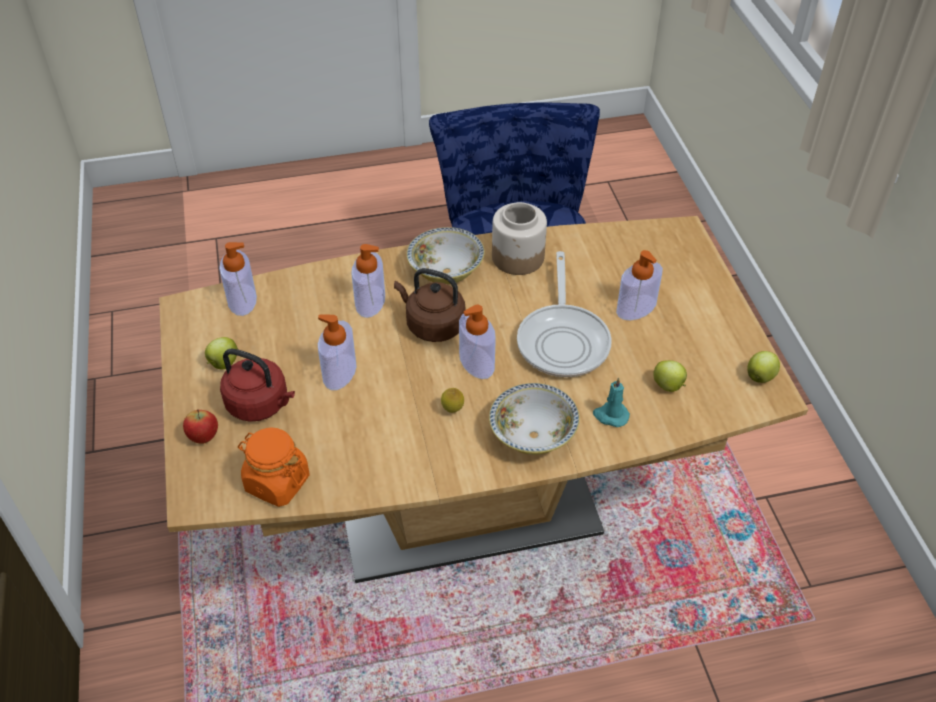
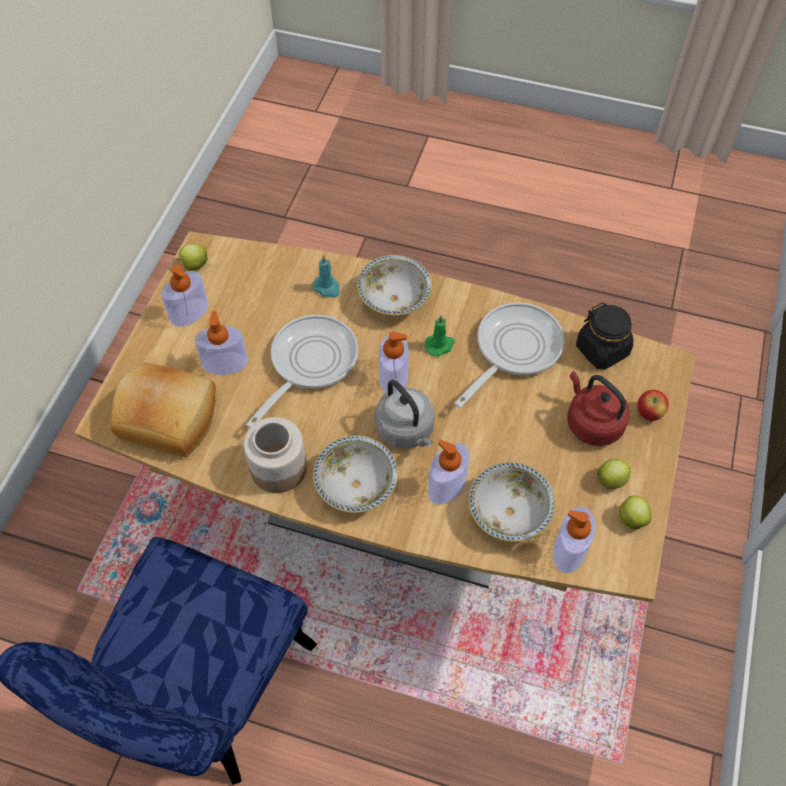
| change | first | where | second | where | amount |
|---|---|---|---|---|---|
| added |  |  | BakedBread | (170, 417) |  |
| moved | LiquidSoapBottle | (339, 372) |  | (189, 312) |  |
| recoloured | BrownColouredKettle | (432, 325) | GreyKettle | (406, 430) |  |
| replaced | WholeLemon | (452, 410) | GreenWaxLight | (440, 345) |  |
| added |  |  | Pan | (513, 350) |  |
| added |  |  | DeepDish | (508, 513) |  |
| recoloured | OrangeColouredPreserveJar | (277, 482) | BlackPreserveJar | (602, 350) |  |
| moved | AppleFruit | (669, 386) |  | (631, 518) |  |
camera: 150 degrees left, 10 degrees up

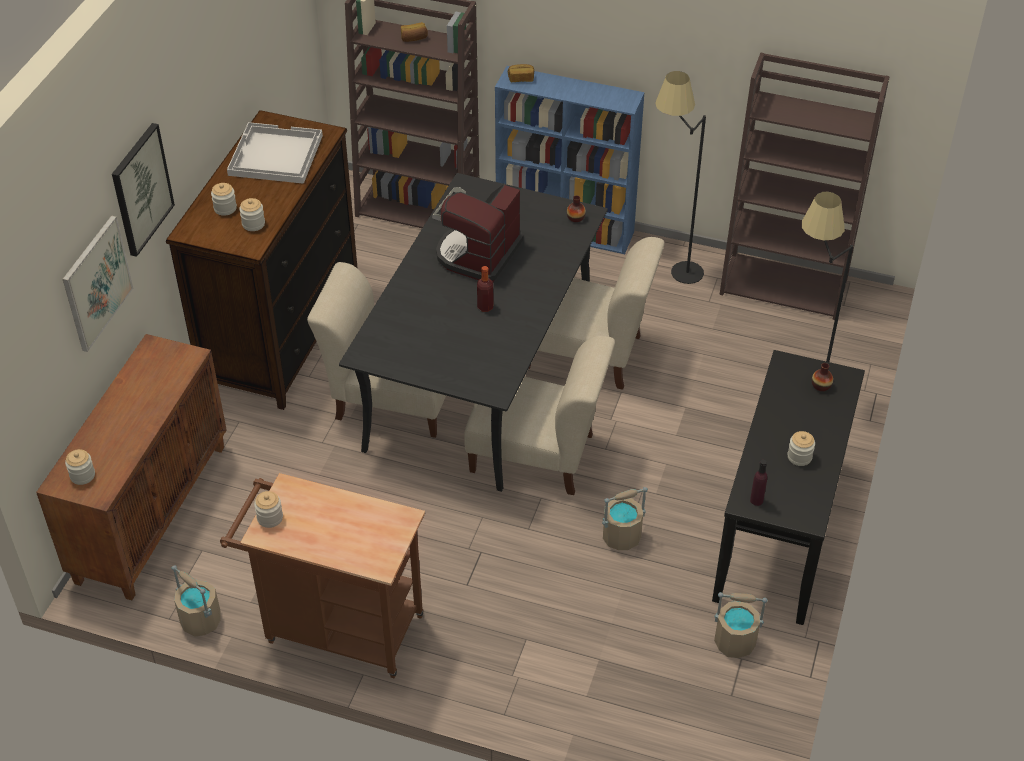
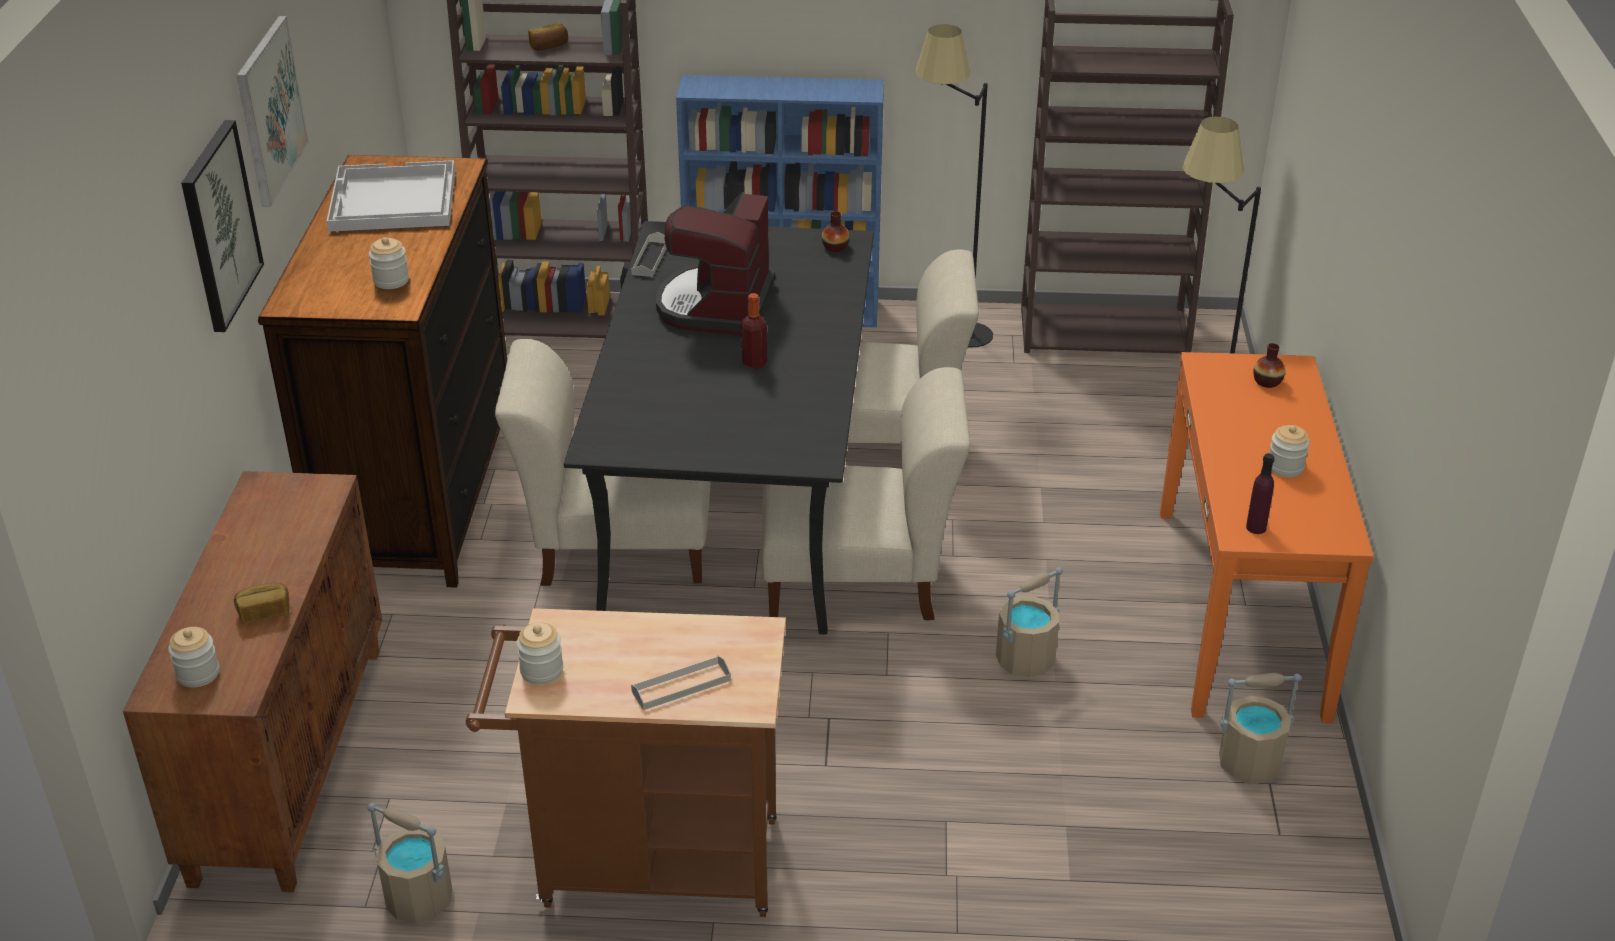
| change | first | where | second | where | amount |
|---|---|---|---|---|---|
| moved | BakedBread | (521, 78) |  | (264, 612) |  |
| moved | Picture | (96, 283) |  | (270, 110) |  |
| added |  |  | GreyTray | (681, 686) |  |
| recoloured | BlackHallTable | (780, 530) | OrangeColouredHallTable | (1242, 610) |  |
| removed | PreserveJar | (225, 208) |  |  |  |
camera: 15 degrees left, 10 degrees down

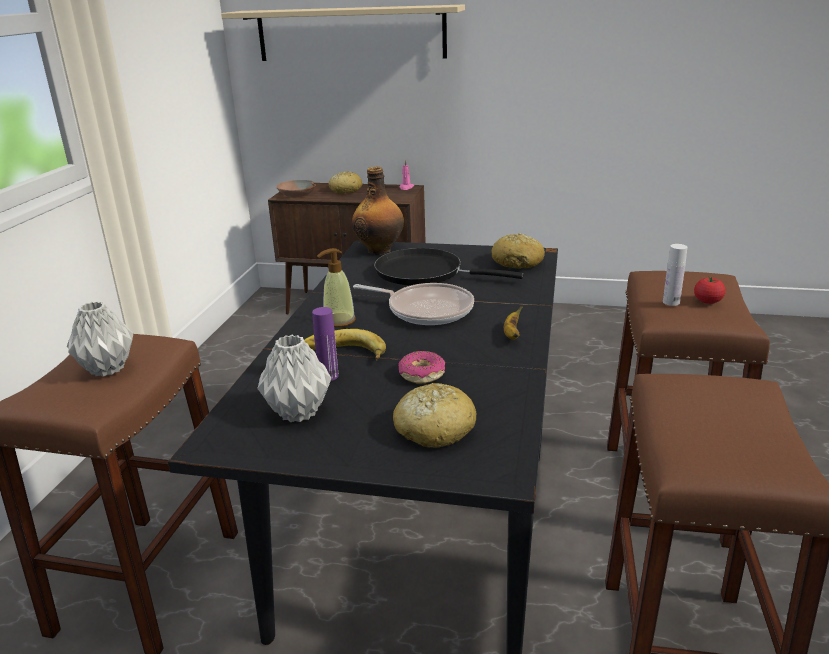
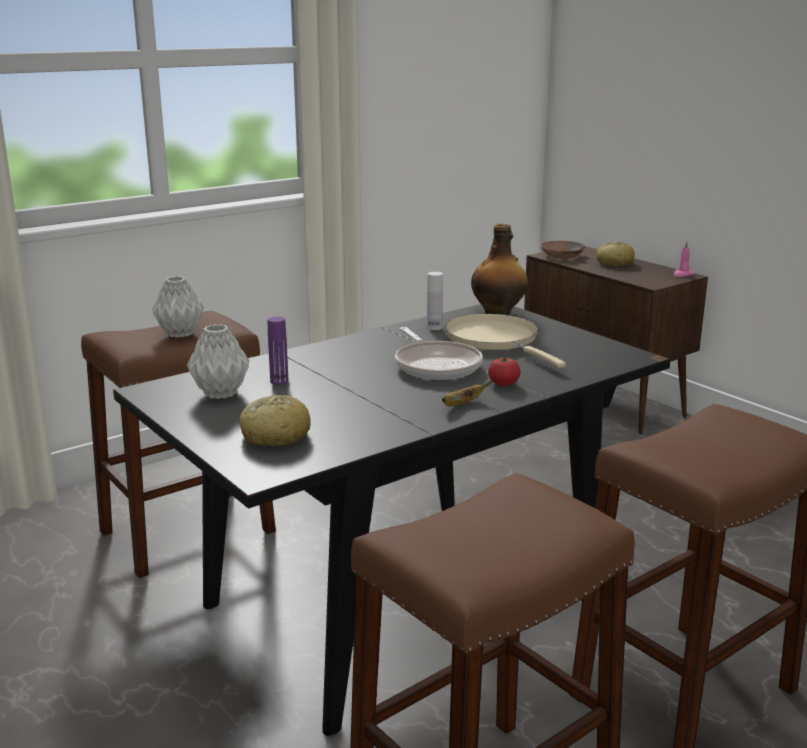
| change | first | where | second | where | amount |
|---|---|---|---|---|---|
| moved | WhiteBeverageBottle | (671, 302) |  | (434, 327) |  |
| recoloured | BlackPan | (425, 273) | SandColouredPan | (496, 340) |  |
| moved | Tomato | (707, 301) |  | (503, 384) |  |
| removed | SandColouredBracketShelf | (350, 34) |  |  |  |
| removed | WholeBanana | (344, 354) |  |  |  |
| removed | LiquidSoapBottle | (339, 321) |  |  |  |
| removed | RingDoughnut | (421, 374) |  |  |  |
| removed | BakedBread | (518, 262) |  |  |  |
camera: 40 degrees right, 5 degrees down

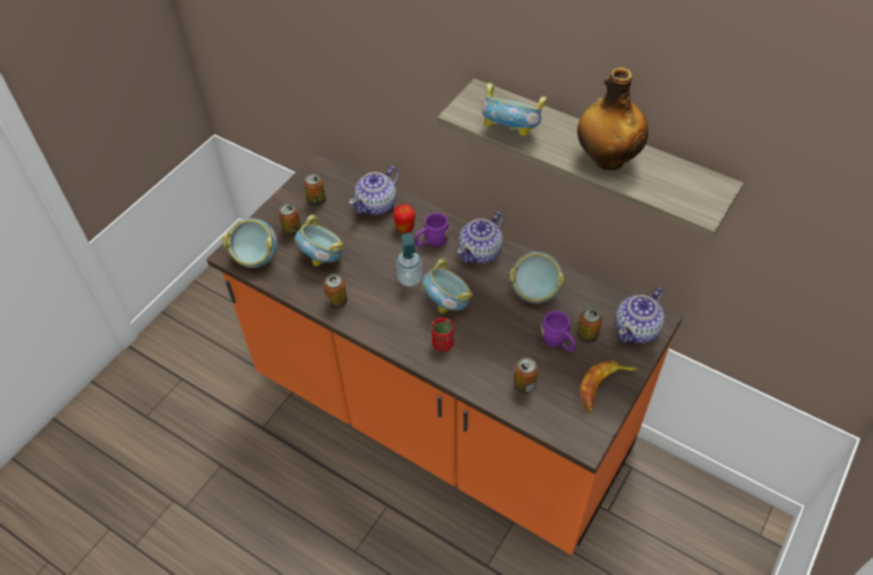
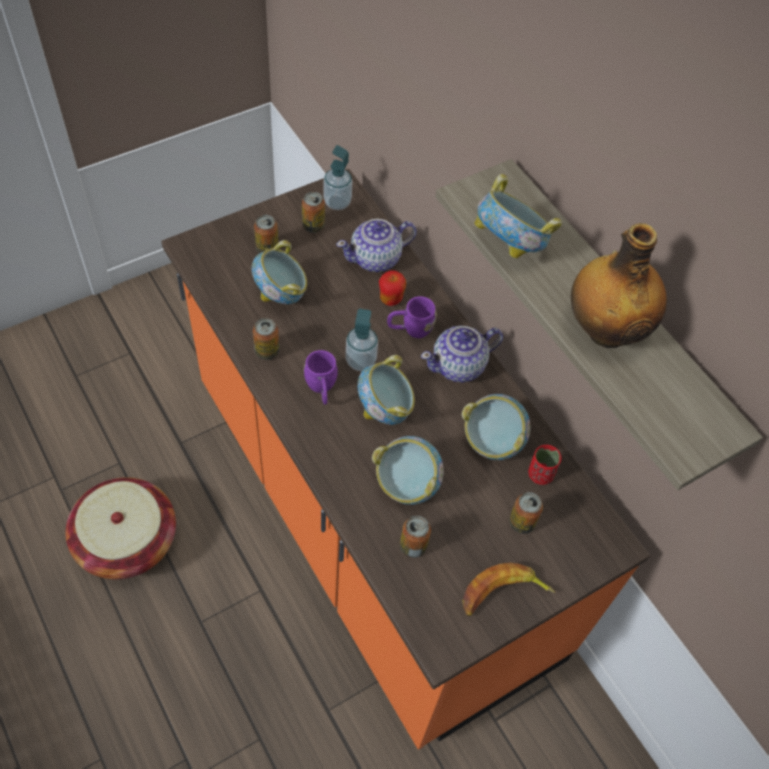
| change | first | where | second | where | amount |
|---|---|---|---|---|---|
| added |  |  | Basket | (126, 540) |  |
| moved | PurplishCoffeeMug | (558, 342) |  | (321, 389) |  |
| added |  |  | LiquidSoapBottle | (337, 202) |  |
| moved | DeepDish | (255, 258) |  | (406, 485) |  |
| moved | ReddishDrinkingCup | (443, 344) |  | (540, 474) |  |
| removed | TeaPot | (637, 329) |  |  |  |
camera: 20 degrees right, 5 degrees up

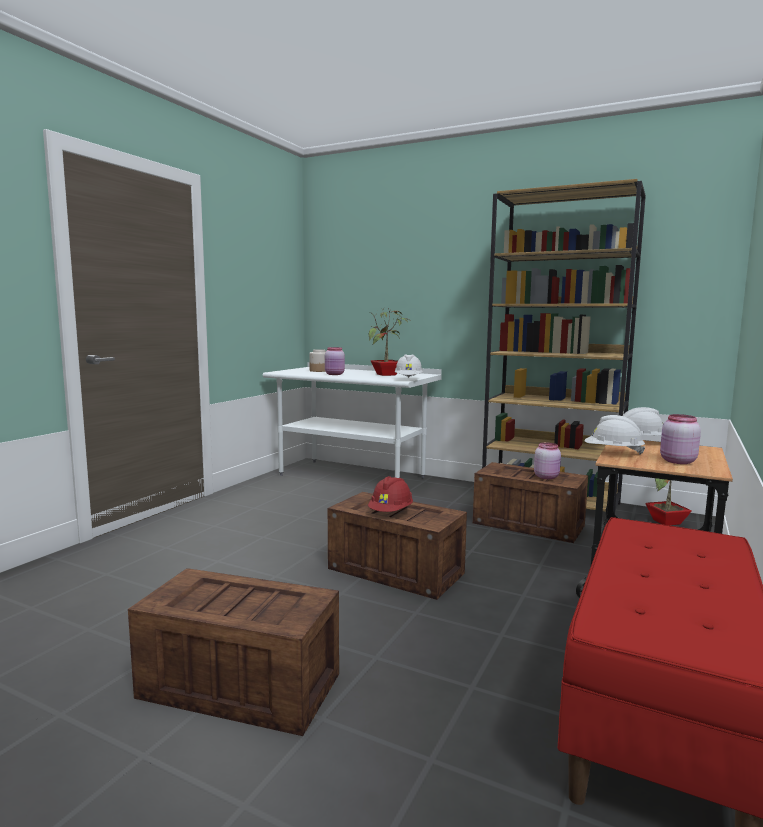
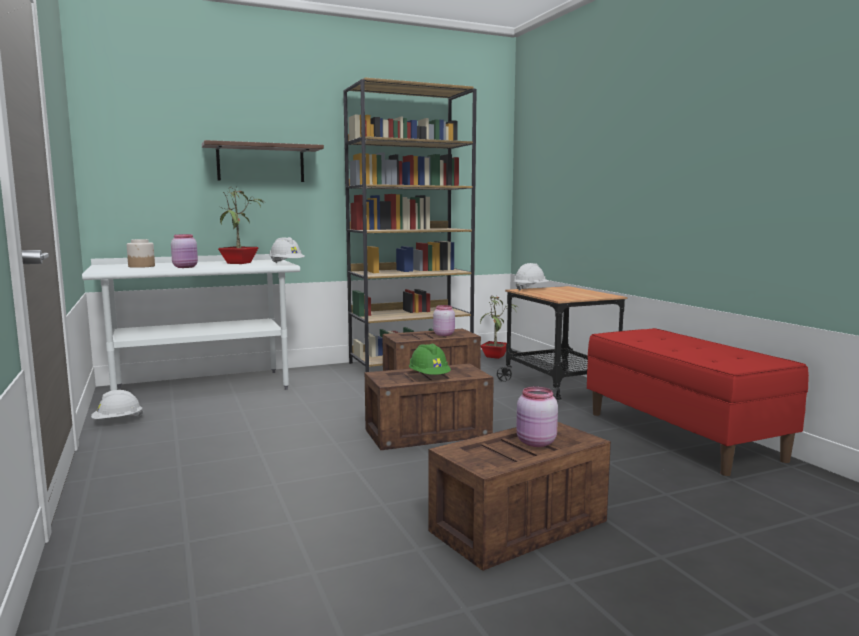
| change | first | where | second | where | amount |
|---|---|---|---|---|---|
| moved | WhiteHardHat | (613, 453) |  | (117, 421) |  |
| added |  |  | BracketShelf | (261, 163) |  |
| recoloured | ReddishHardHat | (391, 512) | GreenHardHat | (429, 377) |  |
| moved | PinkColouredPreserveJar | (676, 461) |  | (535, 443) |  |
camera: 50 degrees left, 0 degrees up

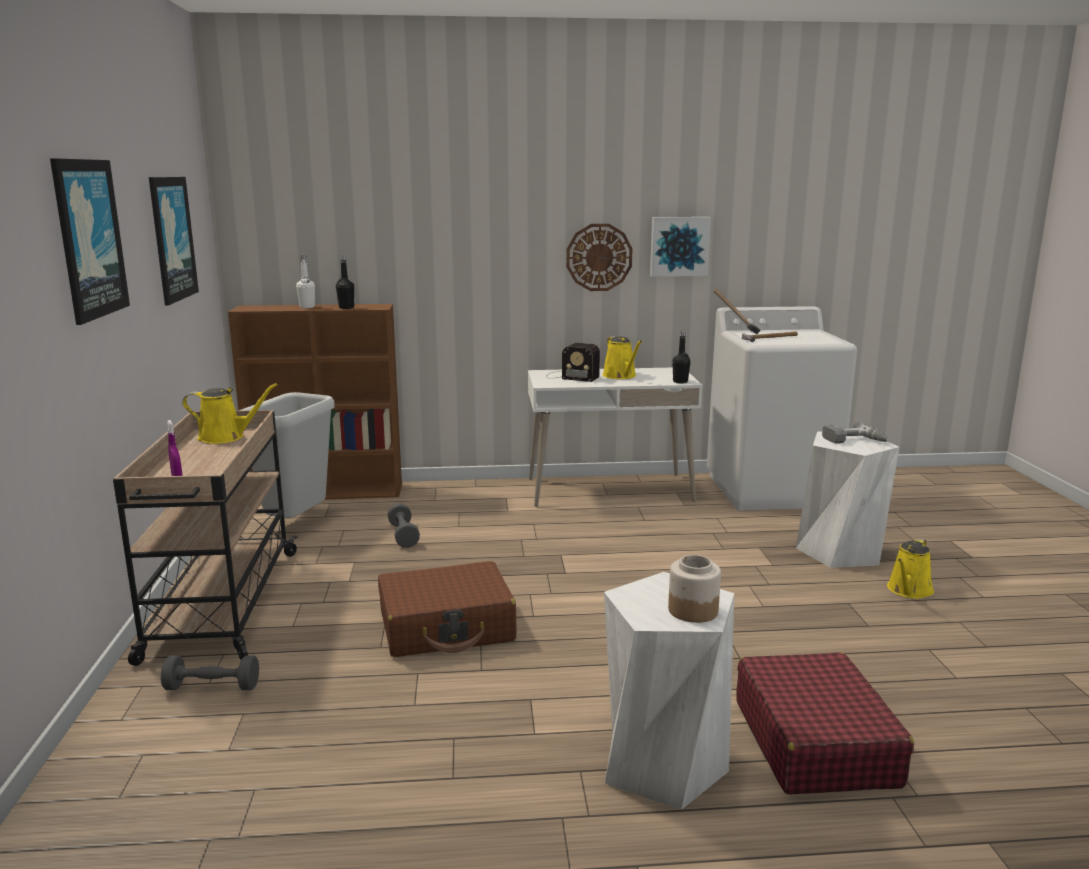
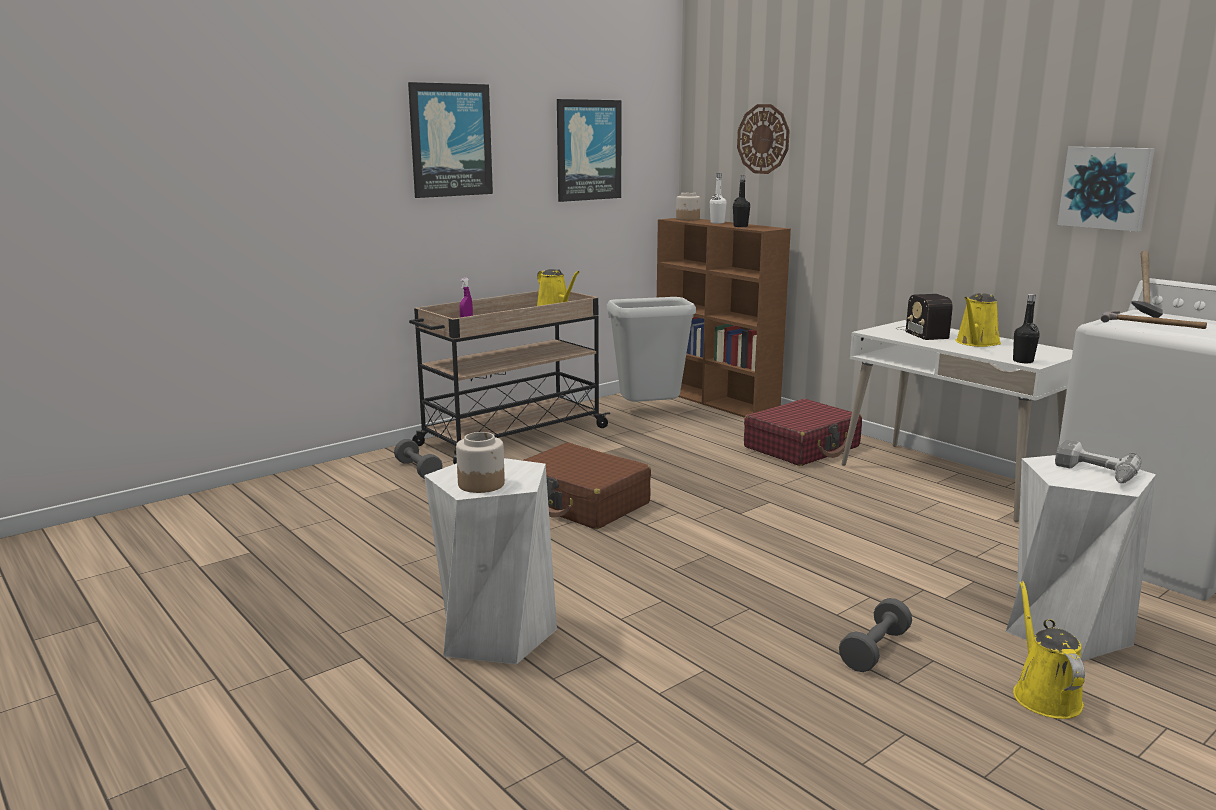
| change | first | where | second | where | amount |
|---|---|---|---|---|---|
| added |  |  | PreserveJar | (688, 219) |  |
| moved | ClockOnTheWall | (599, 257) |  | (763, 139) |  |
| moved | ReddishPieceOfLuggage | (815, 742) |  | (802, 447) |  |
| moved | GreyHandWeight | (403, 535) |  | (874, 650) |  |
| turned | YellowishSprinklingCan | (908, 590) |  | (1044, 694) | 90 degrees clockwise |
camera: 55 degrees right, 0 degrees up

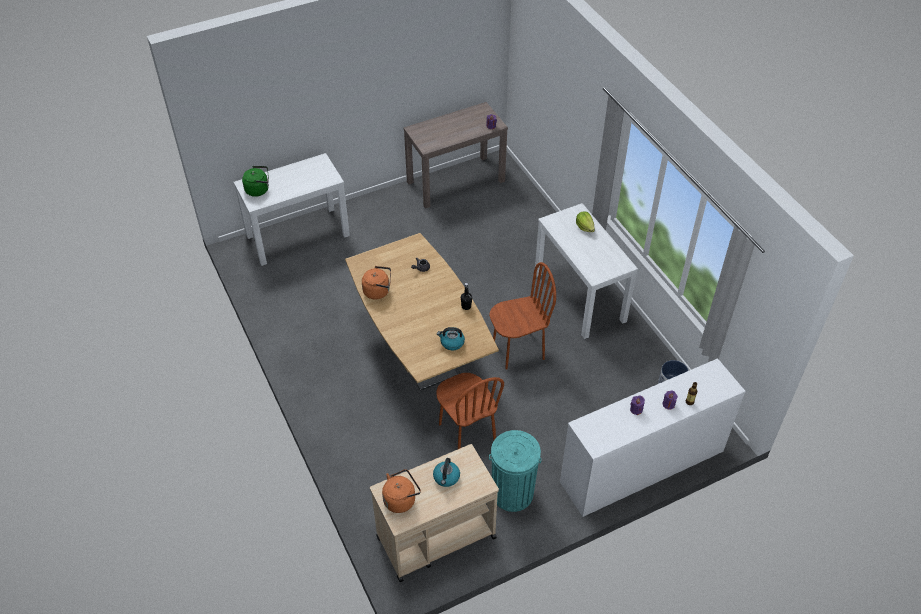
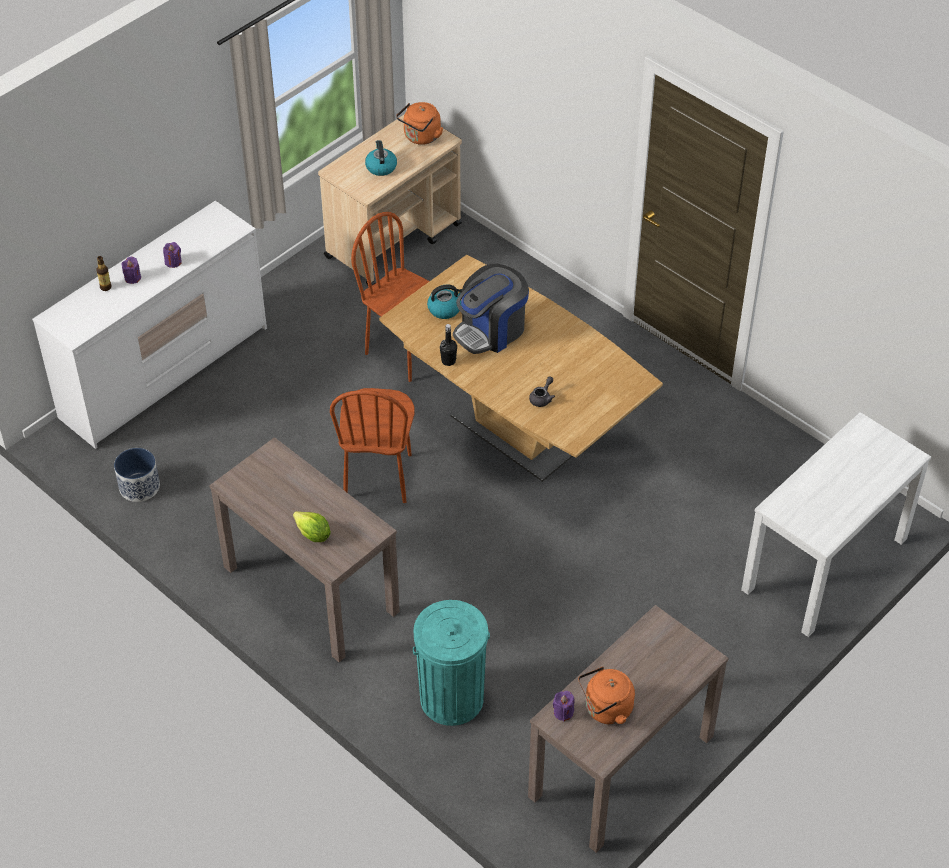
| change | first | where | second | where | amount |
|---|---|---|---|---|---|
| recoloured | WhiteHallTable | (580, 297) | BrownColouredHallTable | (310, 589) |  |
| turned | BrownColouredUprightChair | (518, 350) |  | (378, 476) | 45 degrees counterclockwise |
| moved | BlueGreenTrashCan | (512, 493) |  | (451, 698) |  |
| added |  |  | CoffeeMaker | (491, 330) |  |
| moved | OrangeColouredKettle | (378, 291) |  | (605, 709) |  |
| removed | GreenKettle | (259, 189) |  |  |  |
camera: 160 degrees right, 0 degrees up

